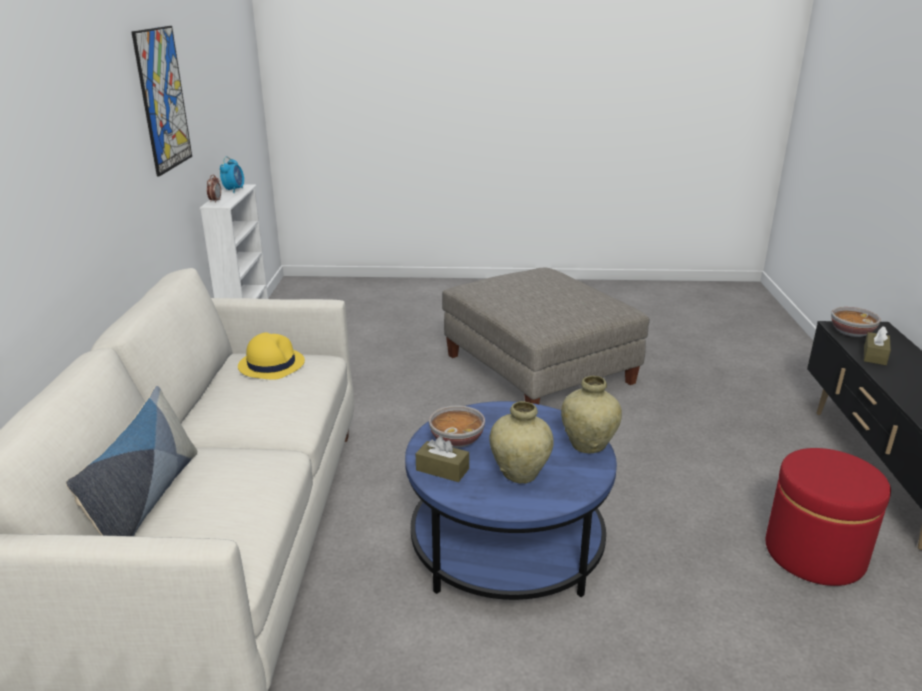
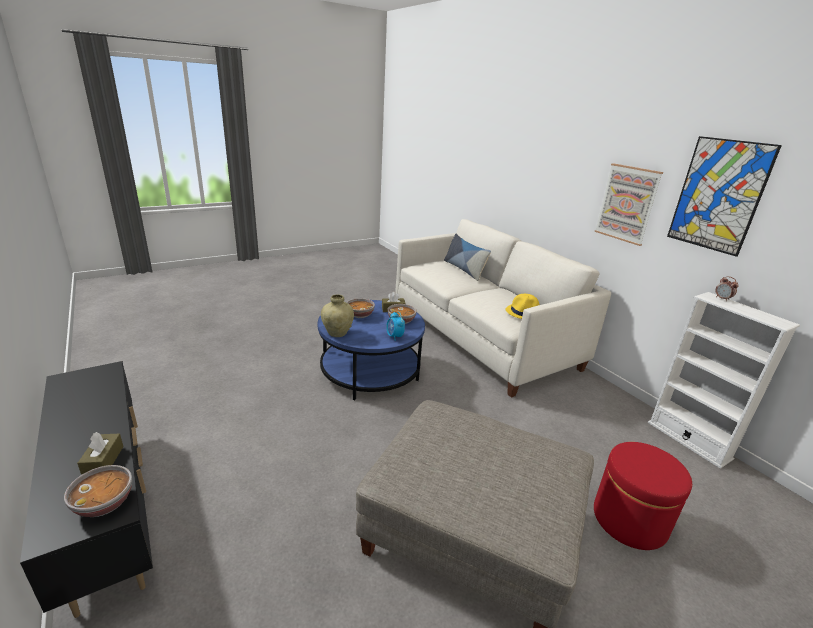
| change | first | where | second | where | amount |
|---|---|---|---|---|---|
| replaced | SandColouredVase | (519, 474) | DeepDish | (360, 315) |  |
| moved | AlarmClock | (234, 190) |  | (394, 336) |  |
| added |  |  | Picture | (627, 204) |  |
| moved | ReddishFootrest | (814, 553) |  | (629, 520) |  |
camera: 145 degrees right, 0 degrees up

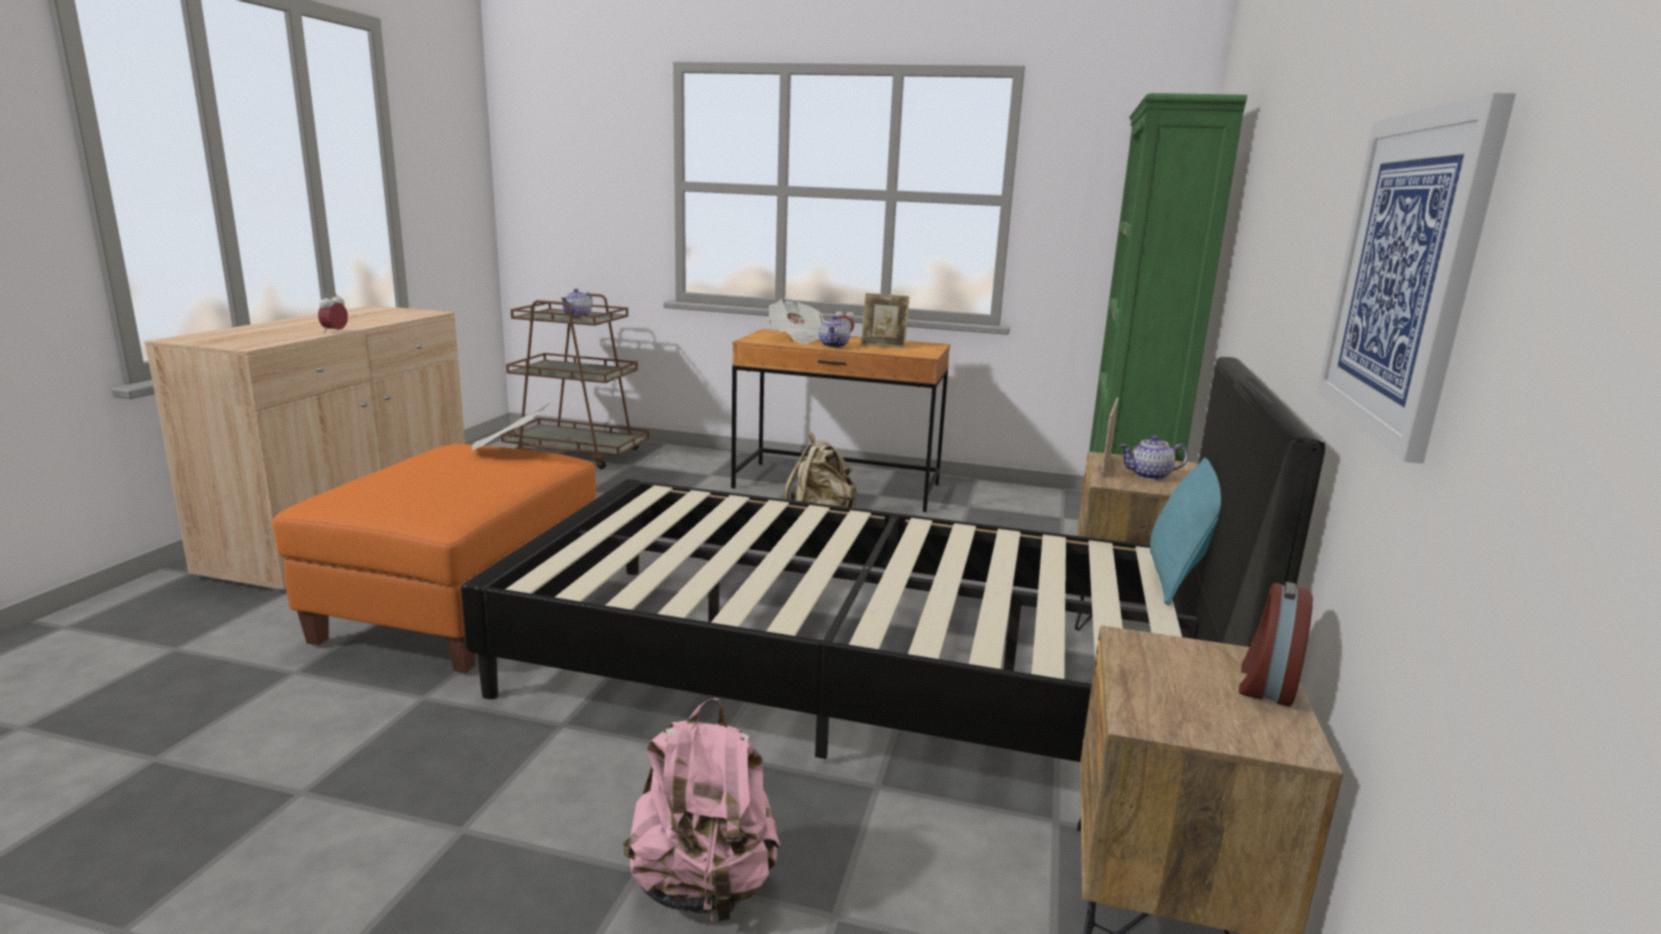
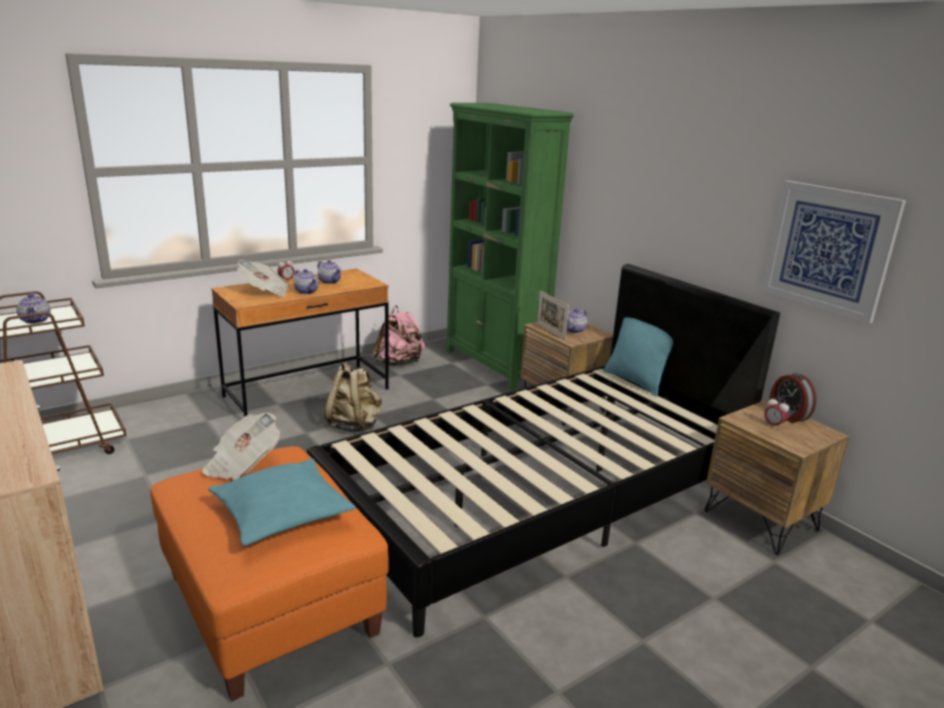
| change | first | where | second | where | amount |
|---|---|---|---|---|---|
| added |  |  | BlueGreenPillow | (282, 512) |  |
| replaced | PhotoFrame | (883, 345) | TeaPot | (330, 281) |  |
| moved | PinkColouredBackpack | (703, 887) |  | (399, 363) |  |
| moved | AlarmClock | (335, 332) |  | (773, 425) |  |
camera: 50 degrees left, 5 degrees up

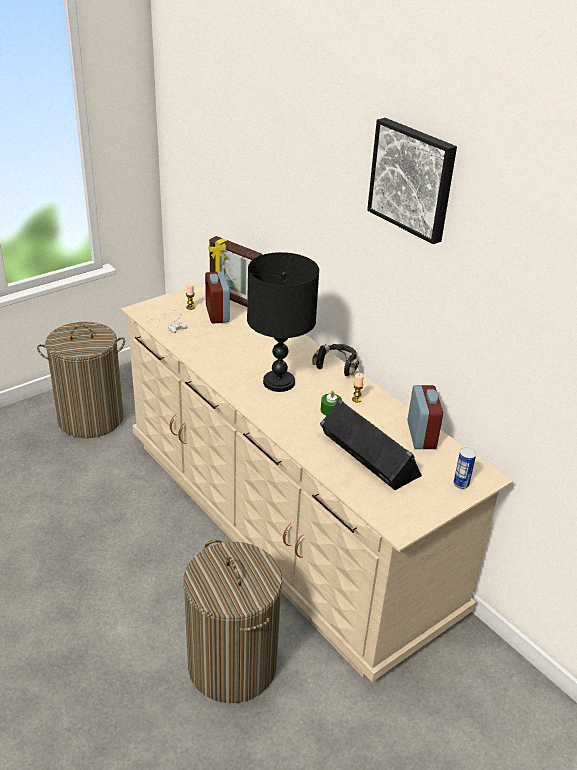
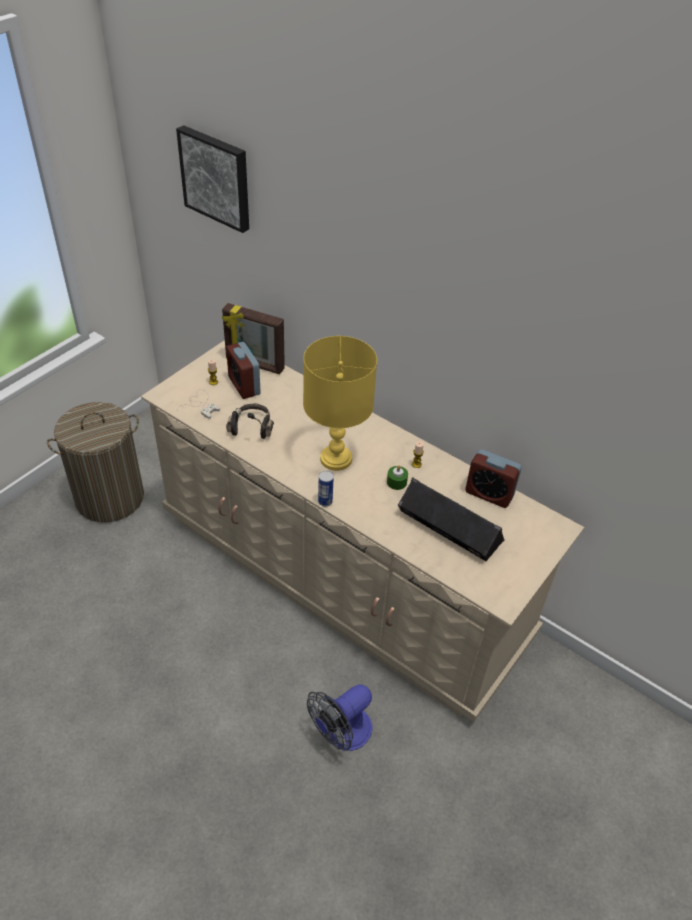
| change | first | where | second | where | amount |
|---|---|---|---|---|---|
| moved | Picture | (413, 179) |  | (217, 178) |  |
| moved | BlackHeadset | (337, 366) |  | (252, 427) |  |
| recoloured | BlackTableLamp | (278, 382) | YellowishTableLamp | (335, 459) |  |
| replaced | Hamper | (232, 665) | CoolingFan | (341, 734) |  |
| moved | MetalCan | (461, 484) |  | (325, 501) |  |
| turned | AlarmClock | (421, 435) |  | (489, 494) | 135 degrees clockwise |
camera: 15 degrees left, 10 degrees up

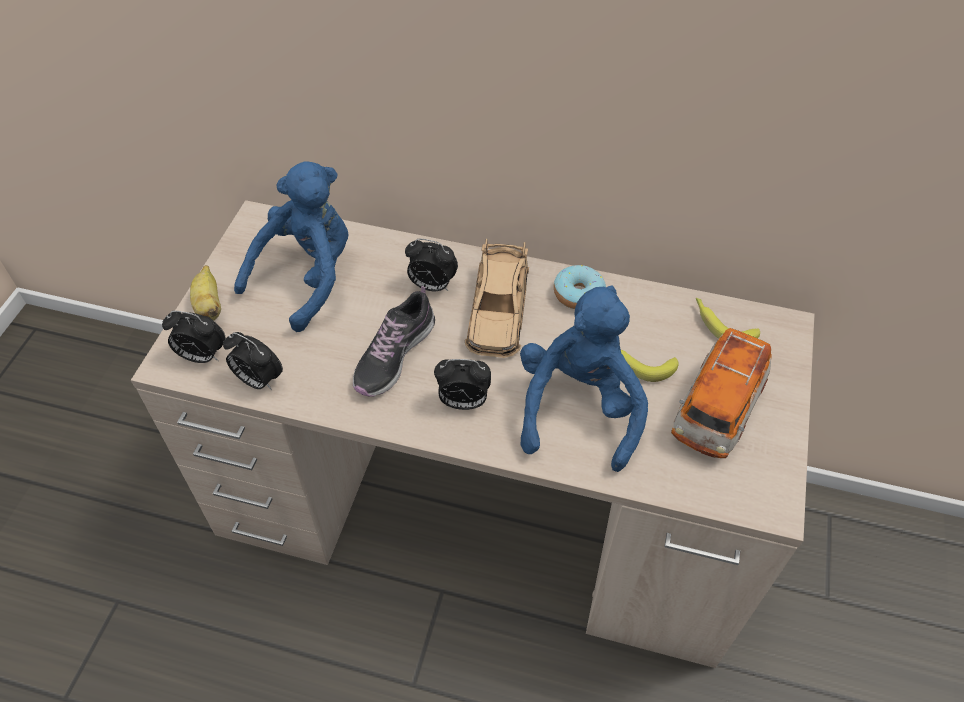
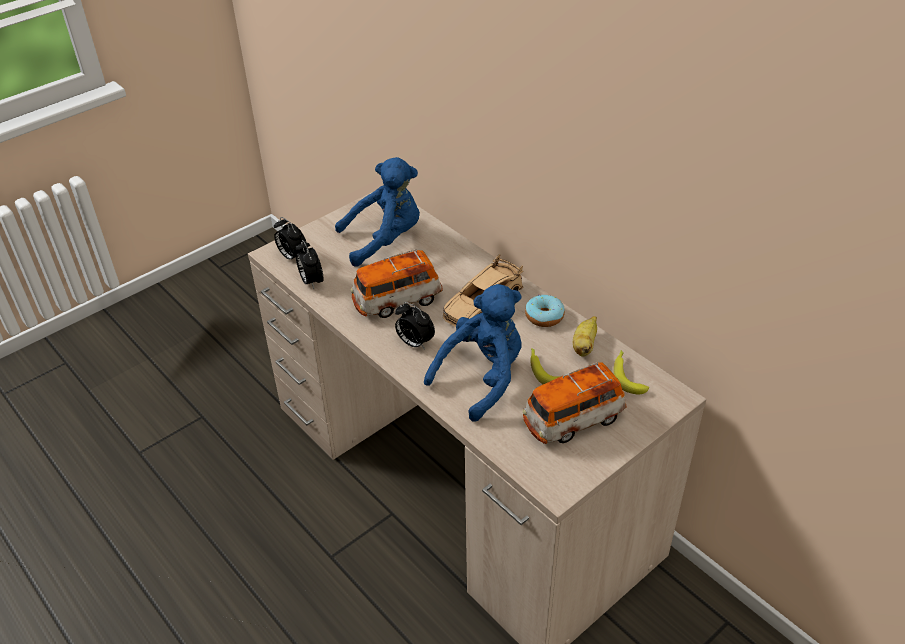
| change | first | where | second | where | amount |
|---|---|---|---|---|---|
| replaced | ItemOfFootwear | (394, 355) | ToyCar | (397, 301) |  |
| moved | WholeBanana | (209, 305) |  | (584, 345) |  |
| removed | AlarmClock | (431, 286) |  |  |  |
camera: 35 degrees right, 10 degrees down

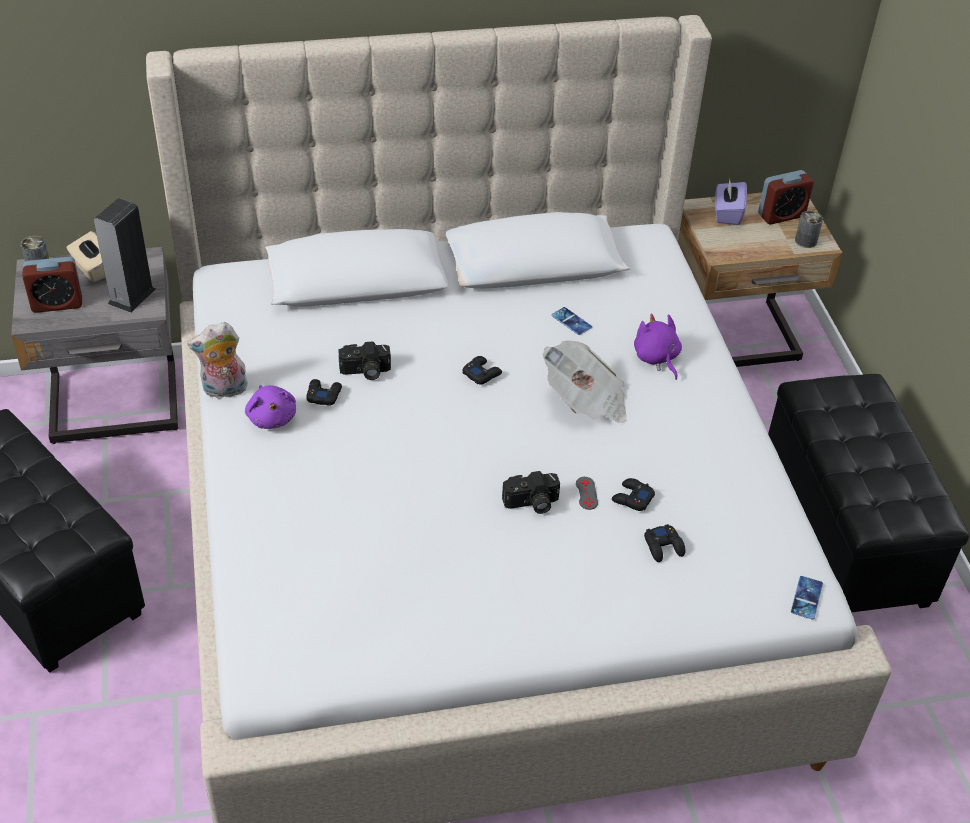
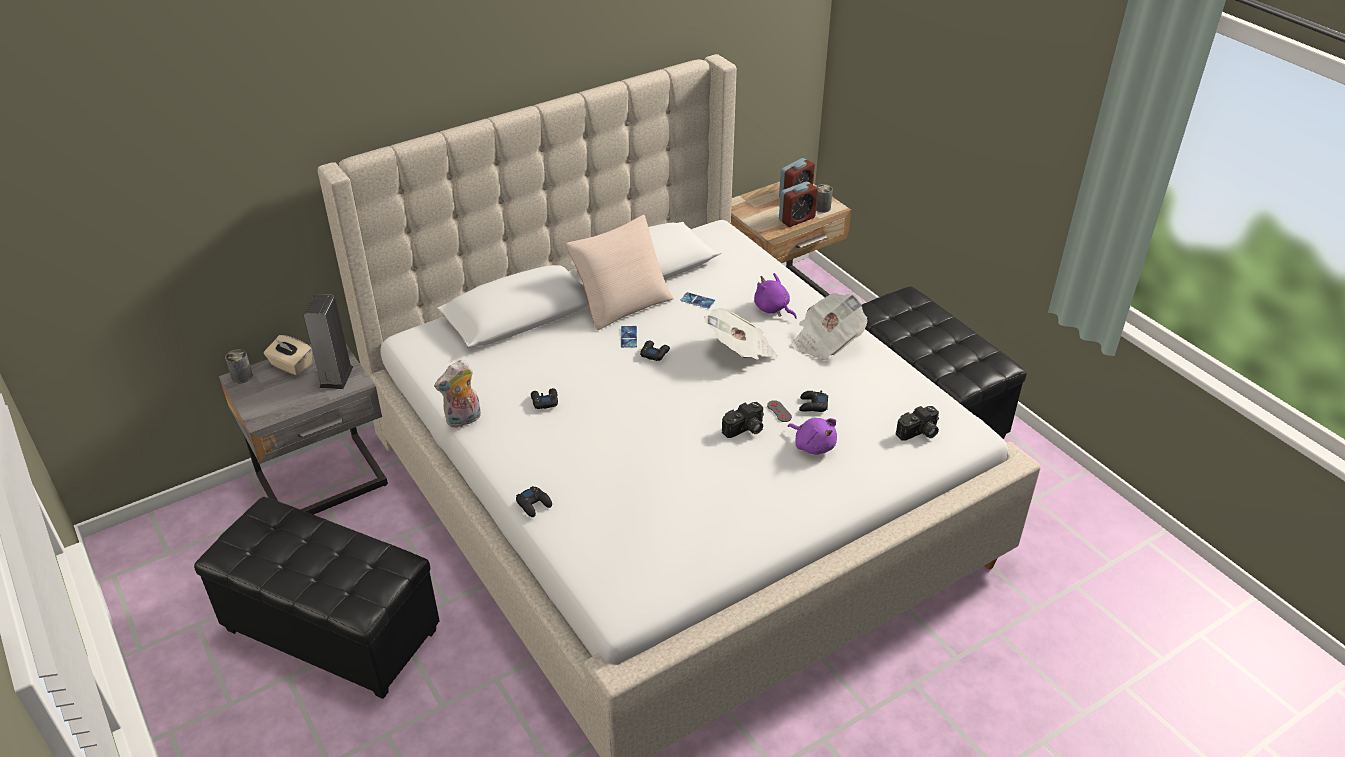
| change | first | where | second | where | amount |
|---|---|---|---|---|---|
| moved | BlackJoypad | (664, 546) |  | (534, 504) |  |
| added |  |  | SandColouredPillow | (622, 302) |  |
| moved | Phone | (806, 598) |  | (628, 337) |  |
| moved | AlarmClock | (57, 303) |  | (796, 219) |  |
| moved | PurplishCuddlyToy | (272, 417) |  | (813, 445) |  |
| added |  |  | Newspaper | (826, 342) |  |
| moved | PhotoCamera | (365, 371) |  | (919, 433) |  |
| removed | PurplishBoxOfTissues | (727, 213) |  |  |  |
camera: 20 degrees left, 5 degrees down

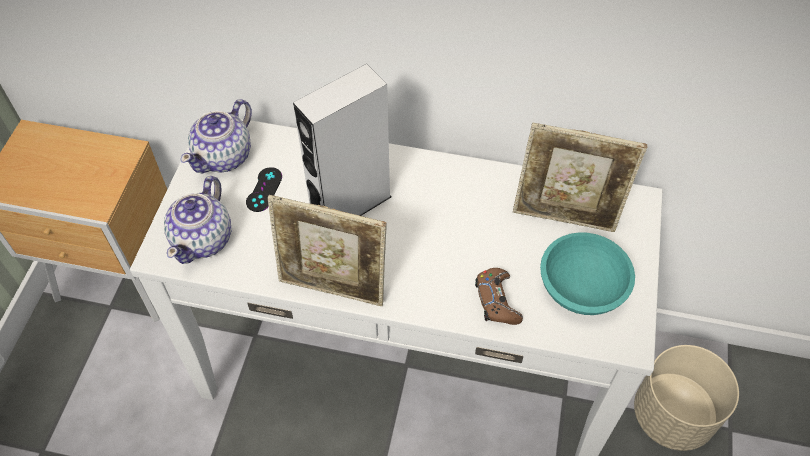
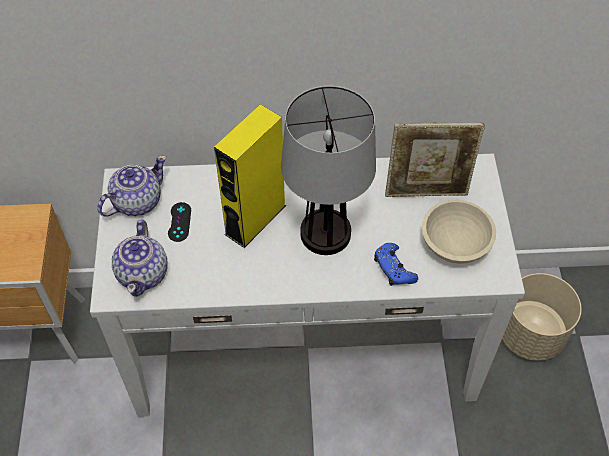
| change | first | where | second | where | amount |
|---|---|---|---|---|---|
| turned | TeaPot | (224, 156) |  | (136, 201) | 150 degrees counterclockwise |
| recoloured | GreyAudioSpeaker | (350, 206) | YellowishAudioSpeaker | (255, 219) |  |
| added |  |  | TableLamp | (326, 234) |  |
| recoloured | BrownColouredJoypad | (497, 301) | BlueColouredJoypad | (394, 268) |  |
| recoloured | BlueGreenDeepDish | (582, 287) | SandColouredDeepDish | (455, 243) |  |
| removed | PhotoFrame | (333, 288) |  |  |  |
camera: 15 degrees left, 0 degrees up

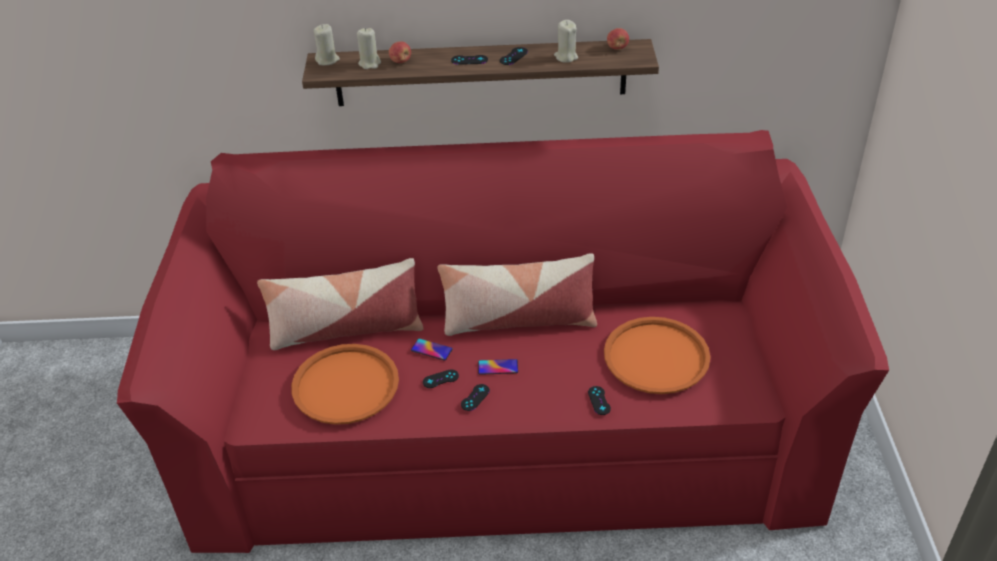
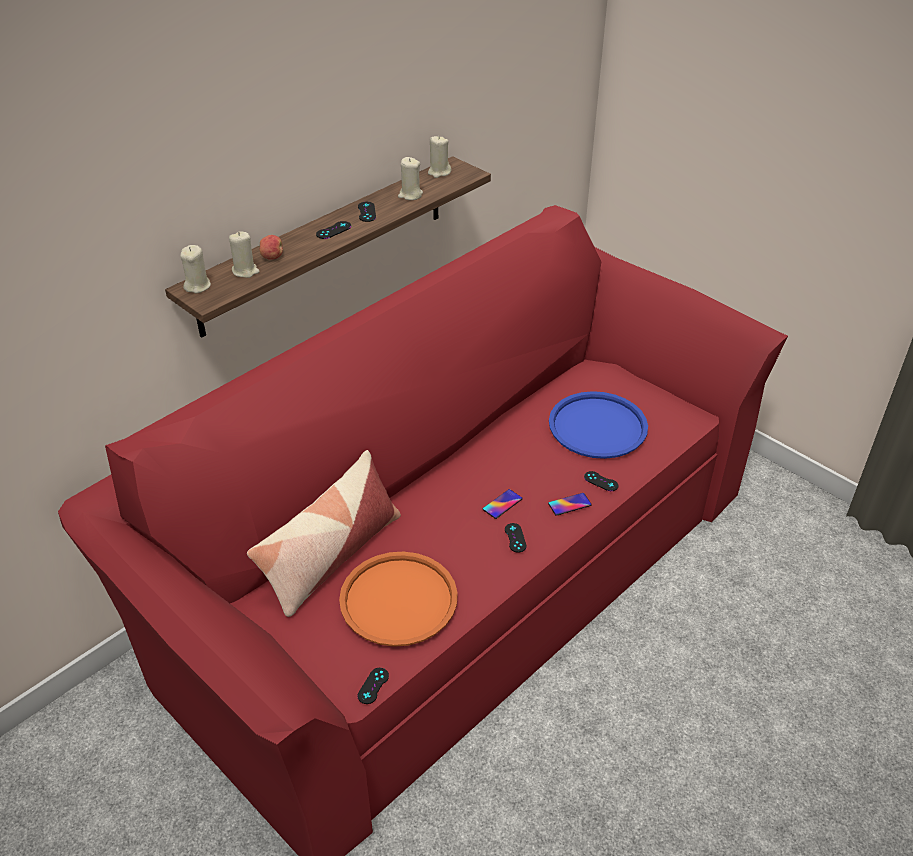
| change | first | where | second | where | amount |
|---|---|---|---|---|---|
| moved | BlackJoypad | (440, 379) |  | (373, 686) |  |
| replaced | AppleFruit | (617, 48) | SandColouredWaxLight | (439, 172) |  |
| moved | Phone | (431, 349) |  | (569, 504) |  |
| recoloured | OrangeColouredTray | (656, 356) | BlueColouredTray | (597, 426) |  |
| removed | Pillow | (518, 319) |  |  |  |
camera: 45 degrees left, 0 degrees up

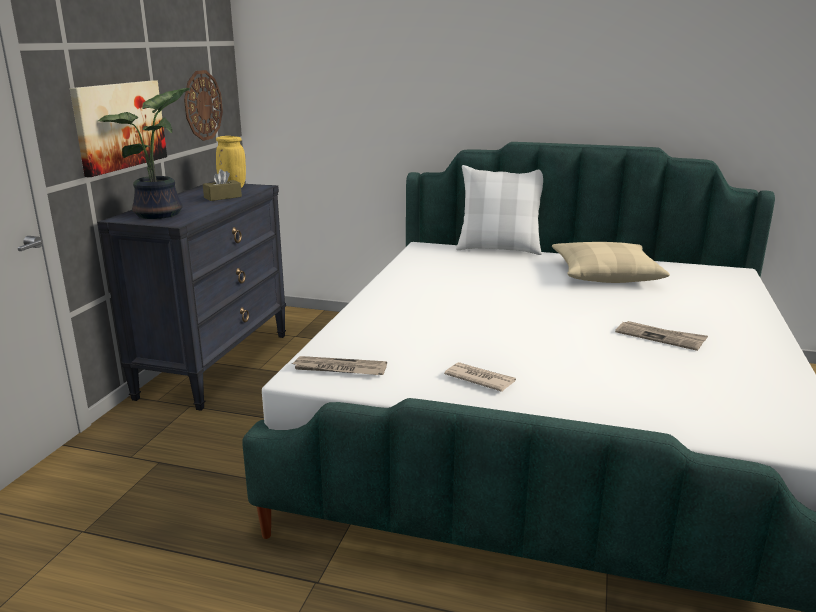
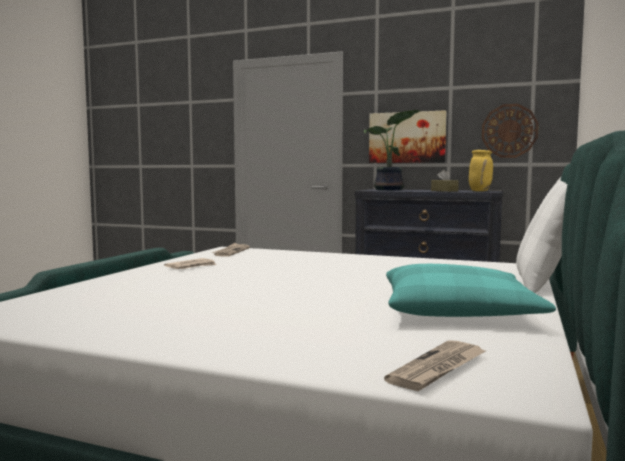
| change | first | where | second | where | amount |
|---|---|---|---|---|---|
| moved | Newspaper | (660, 337) |  | (438, 368) |  |
| recoloured | SandColouredPillow | (605, 273) | BlueGreenPillow | (458, 311) |  |
camera: 95 degrees right, 15 degrees down

